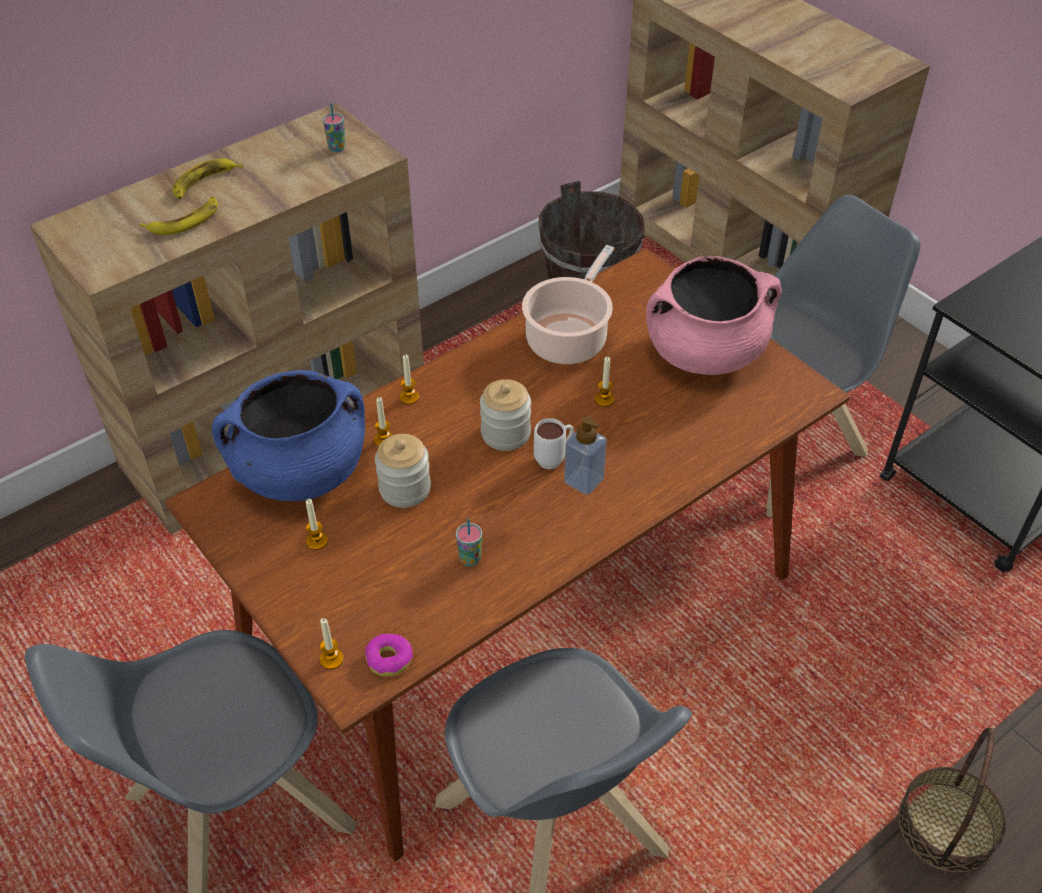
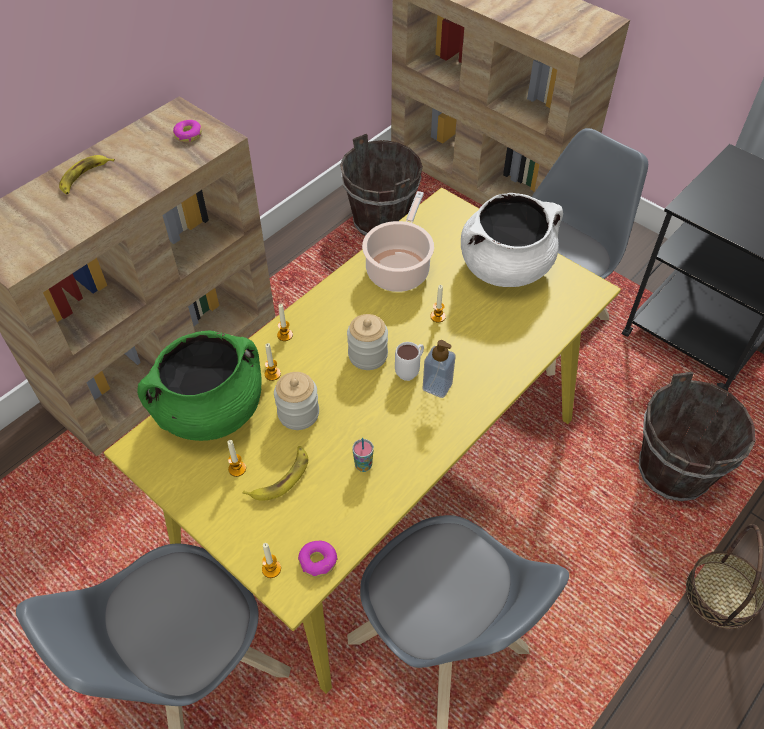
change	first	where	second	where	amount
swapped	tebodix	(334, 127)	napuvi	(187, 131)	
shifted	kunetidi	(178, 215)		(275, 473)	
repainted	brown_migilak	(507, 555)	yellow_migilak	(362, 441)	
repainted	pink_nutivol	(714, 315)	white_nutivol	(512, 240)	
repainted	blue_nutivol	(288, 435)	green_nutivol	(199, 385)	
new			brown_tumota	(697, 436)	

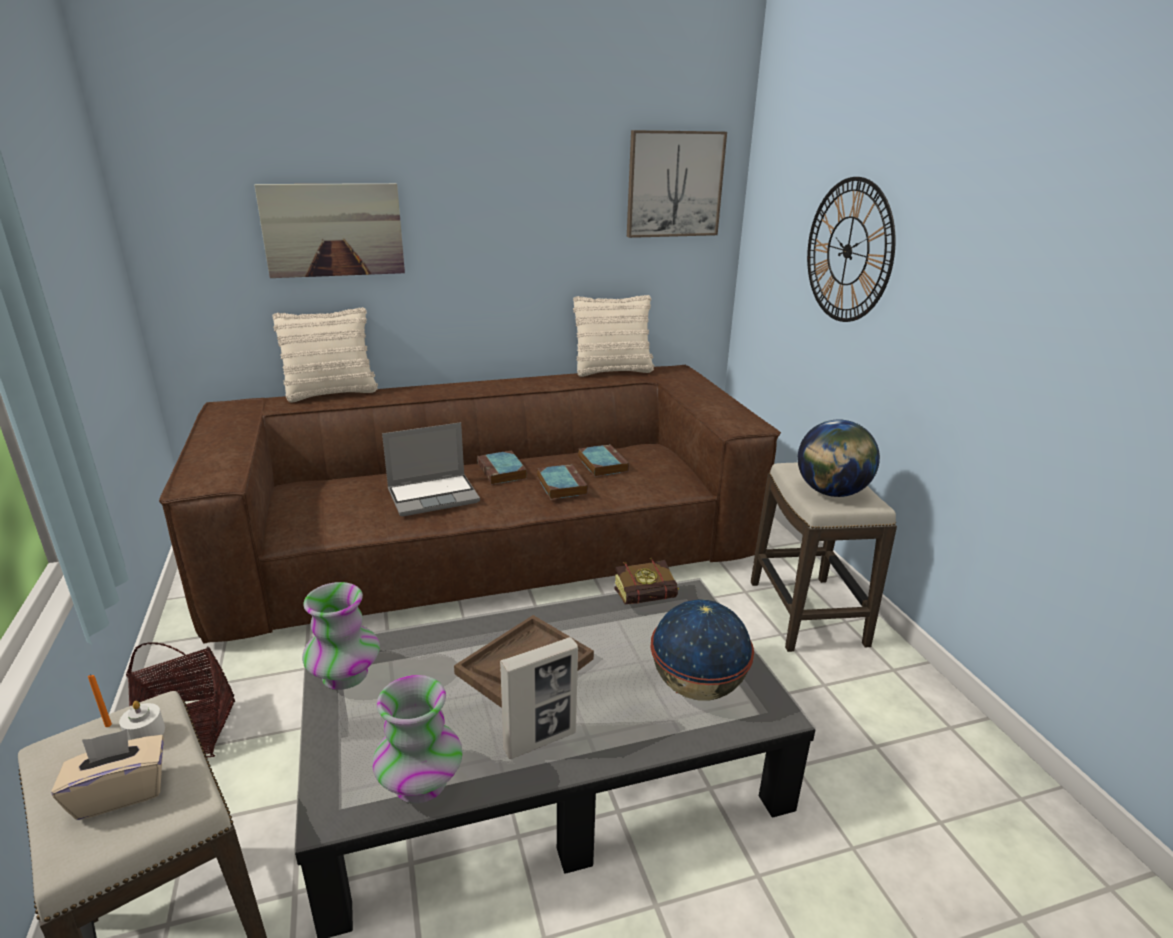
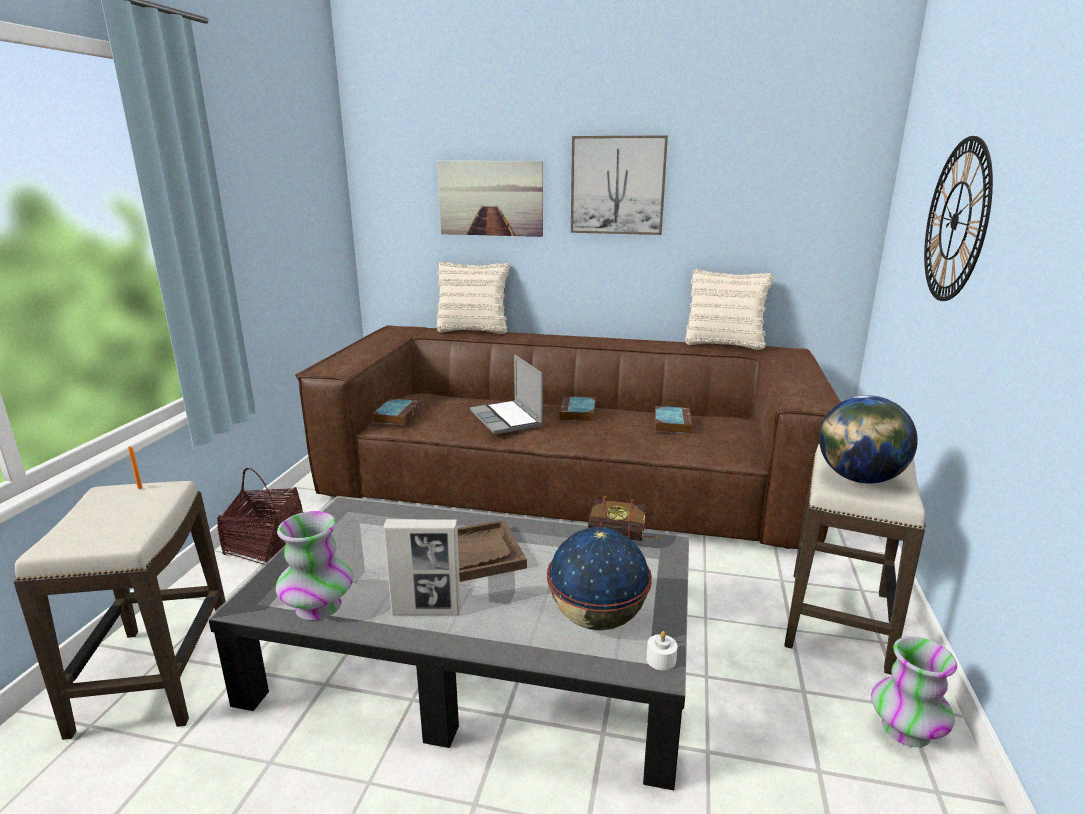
change	first	where	second	where	amount
shifted	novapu	(677, 184)		(619, 185)	
rotated	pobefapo	(431, 469)		(506, 394)	60 degrees clockwise
shifted	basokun	(562, 482)		(396, 411)	
shifted	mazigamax	(341, 636)		(914, 691)	
shifted	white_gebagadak	(142, 720)		(662, 651)	
gone	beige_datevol	(107, 774)			

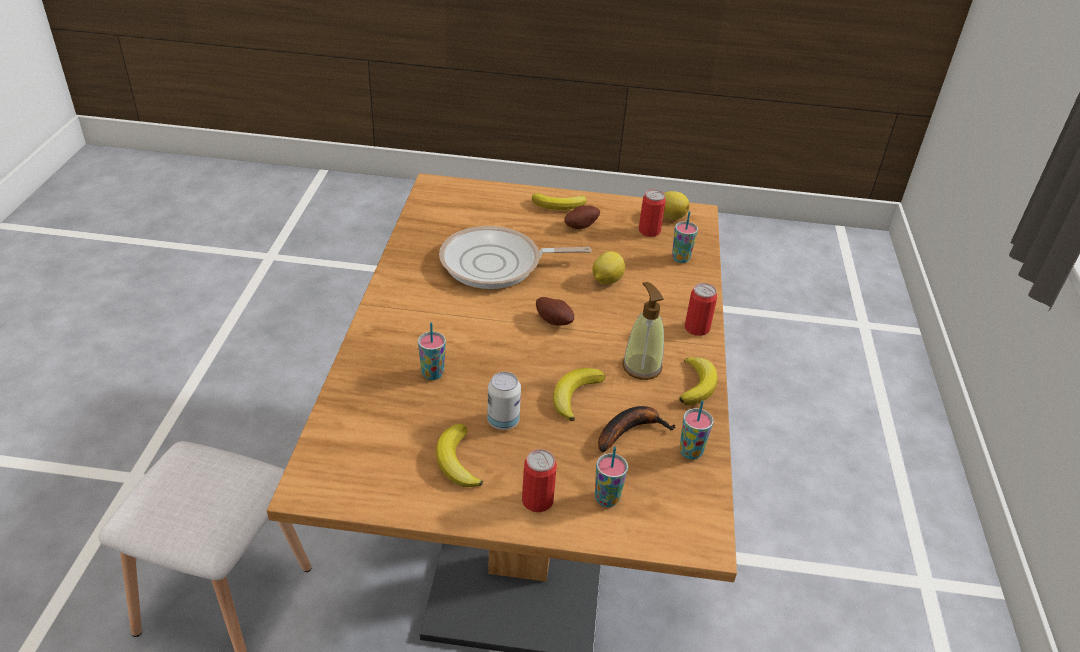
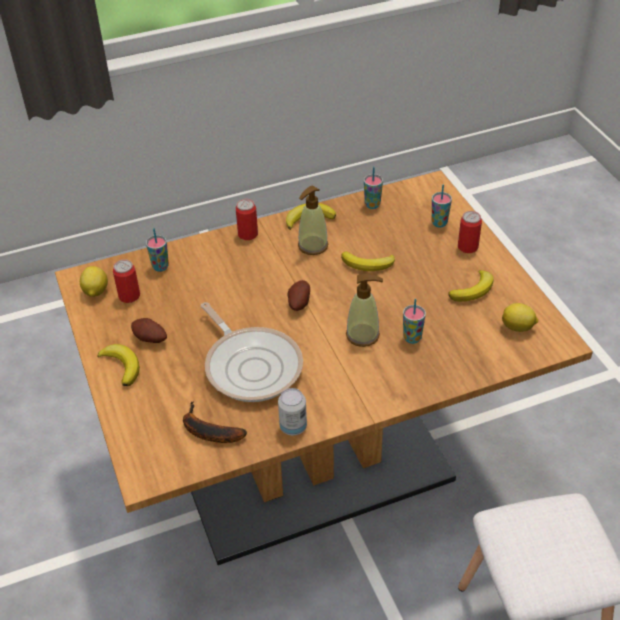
change	first	where	second	where	amount
shifted	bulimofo	(608, 268)		(520, 317)	
shifted	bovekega	(504, 401)		(292, 411)	
shifted	kunetidi	(637, 429)		(215, 422)	
new			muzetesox	(364, 310)	

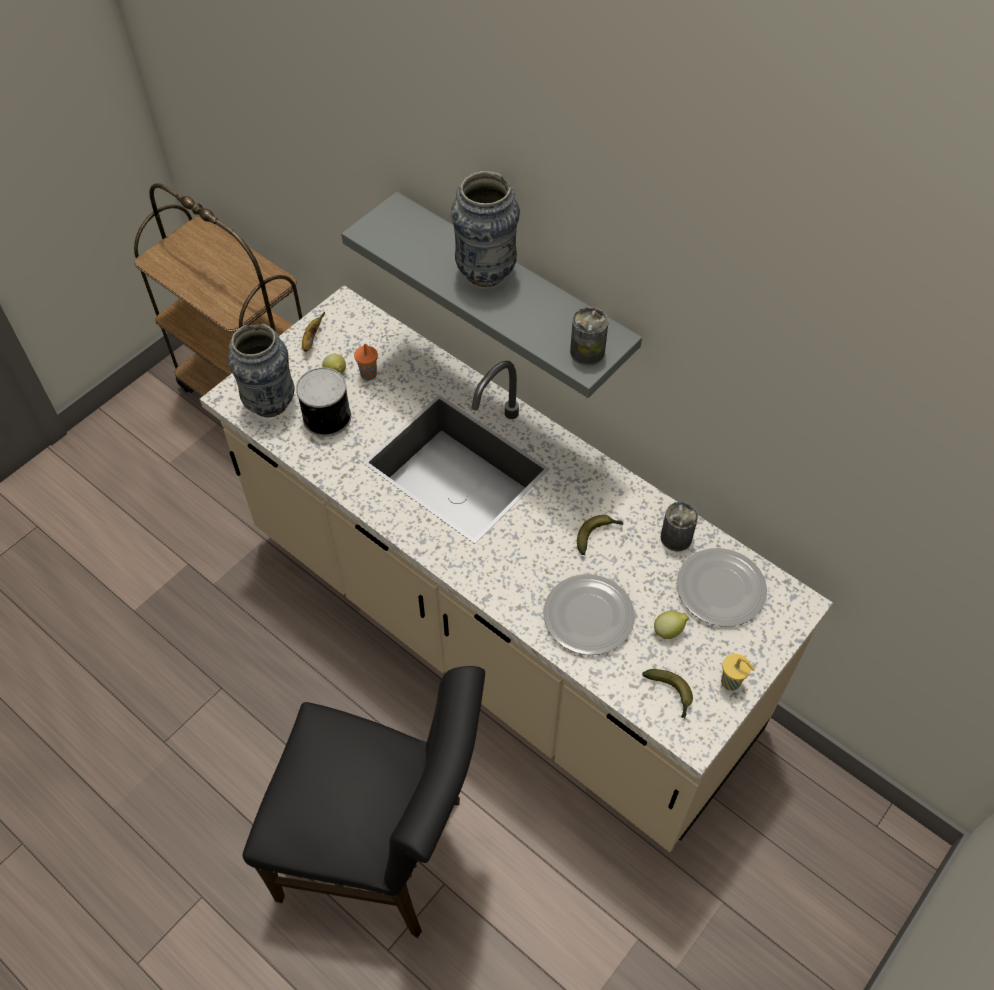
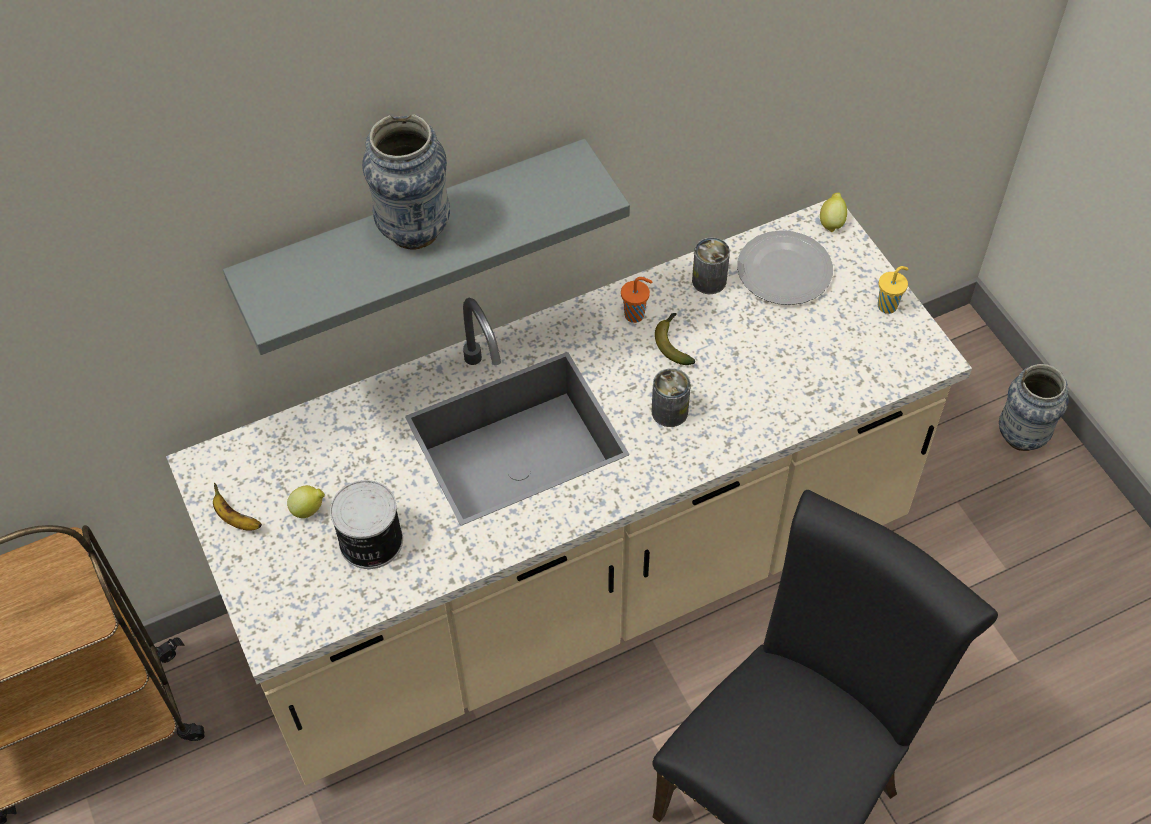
change	first	where	second	where	amount
shifted	bovekega	(589, 336)		(671, 397)	
shifted	mazigamax	(261, 370)		(1034, 407)	
shifted	orange_tebodix	(366, 362)		(636, 300)	
gone	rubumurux	(589, 614)			
shifted	bulimofo	(671, 624)		(833, 213)	
gone	kunetidi	(667, 694)			

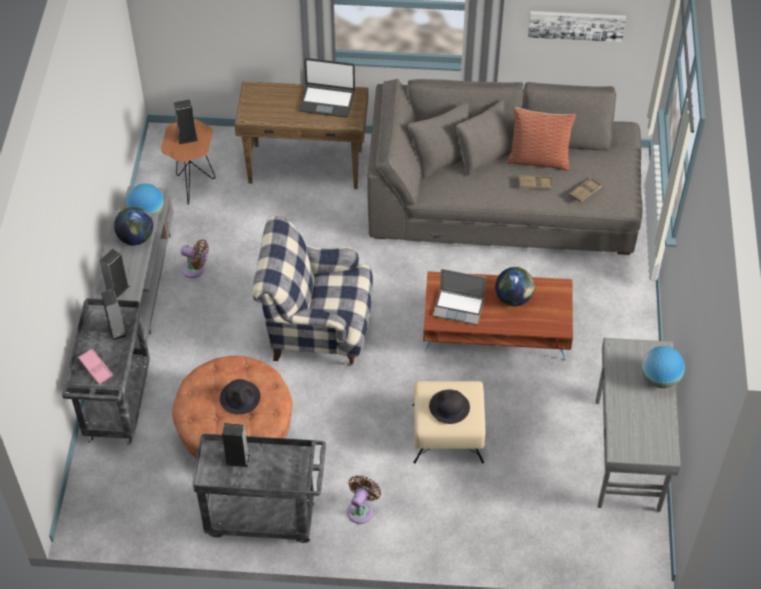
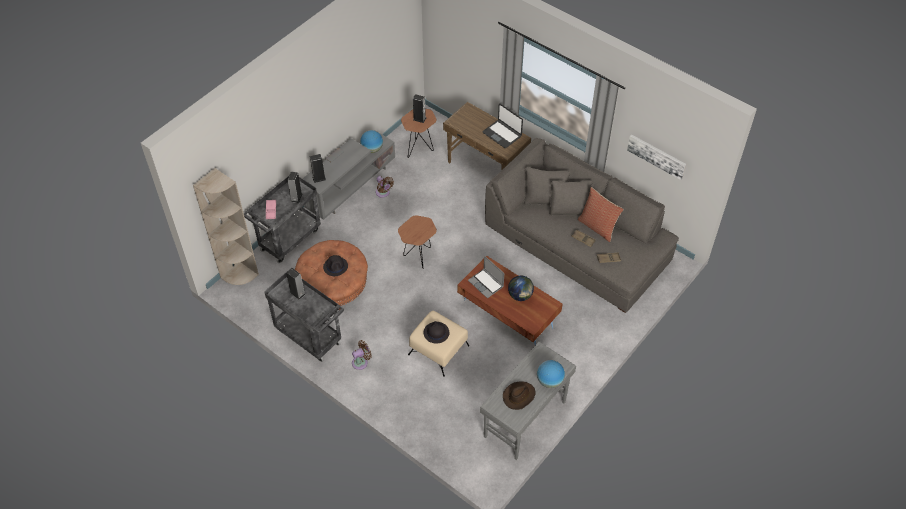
change	first	where	second	where	amount
gone	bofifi	(133, 226)			
swapped	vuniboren	(312, 291)	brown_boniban	(417, 241)	
new			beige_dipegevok	(226, 226)	
new			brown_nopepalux	(519, 395)	

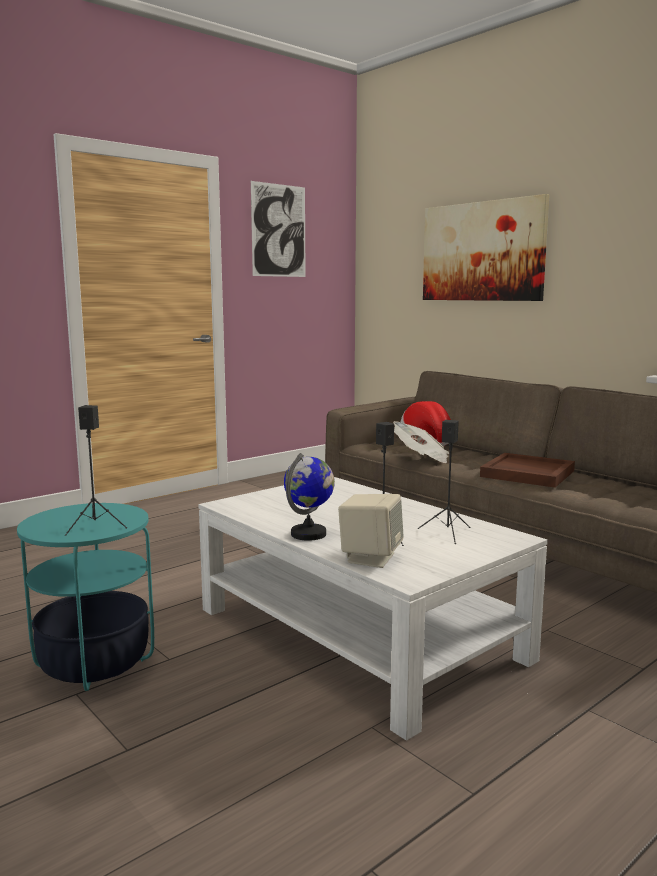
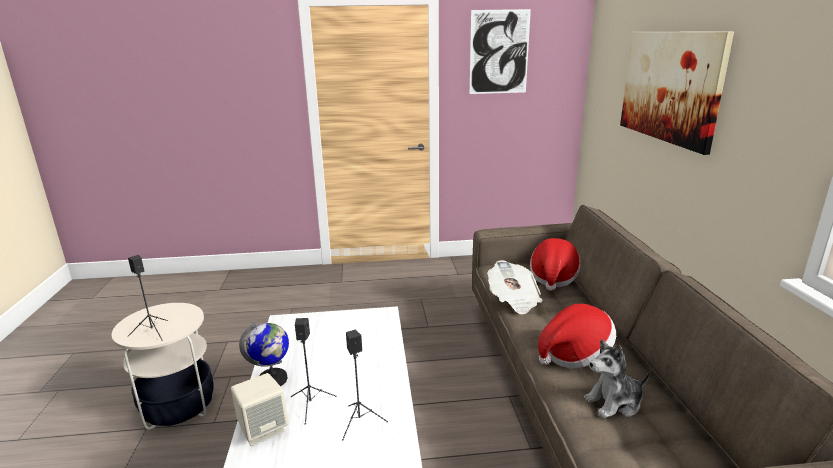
change	first	where	second	where	amount
swapped	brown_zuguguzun	(527, 470)	nopepalux	(577, 336)	
repainted	turquoise_boniban	(85, 597)	beige_boniban	(162, 366)	
new			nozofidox	(617, 378)	

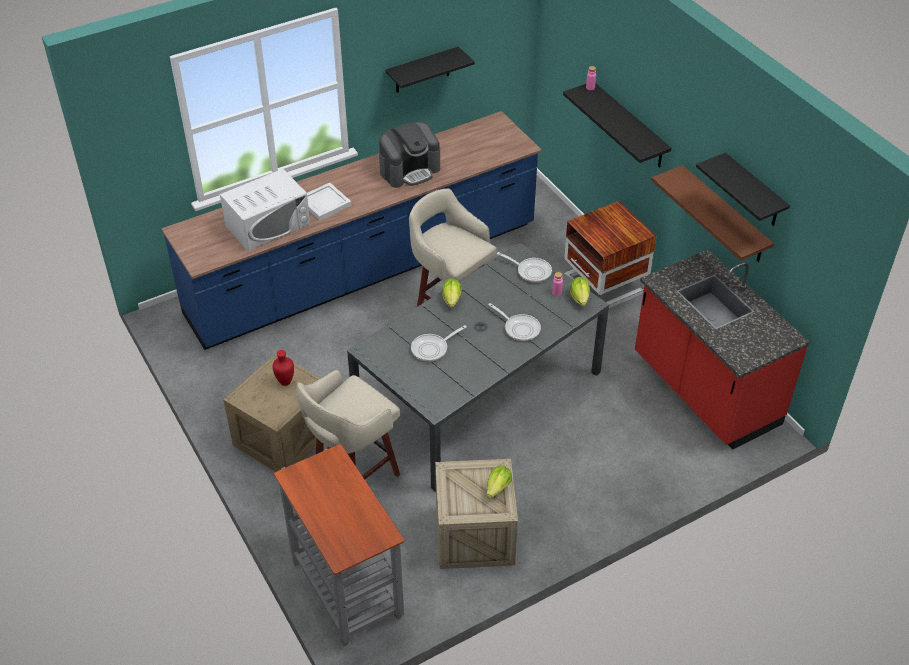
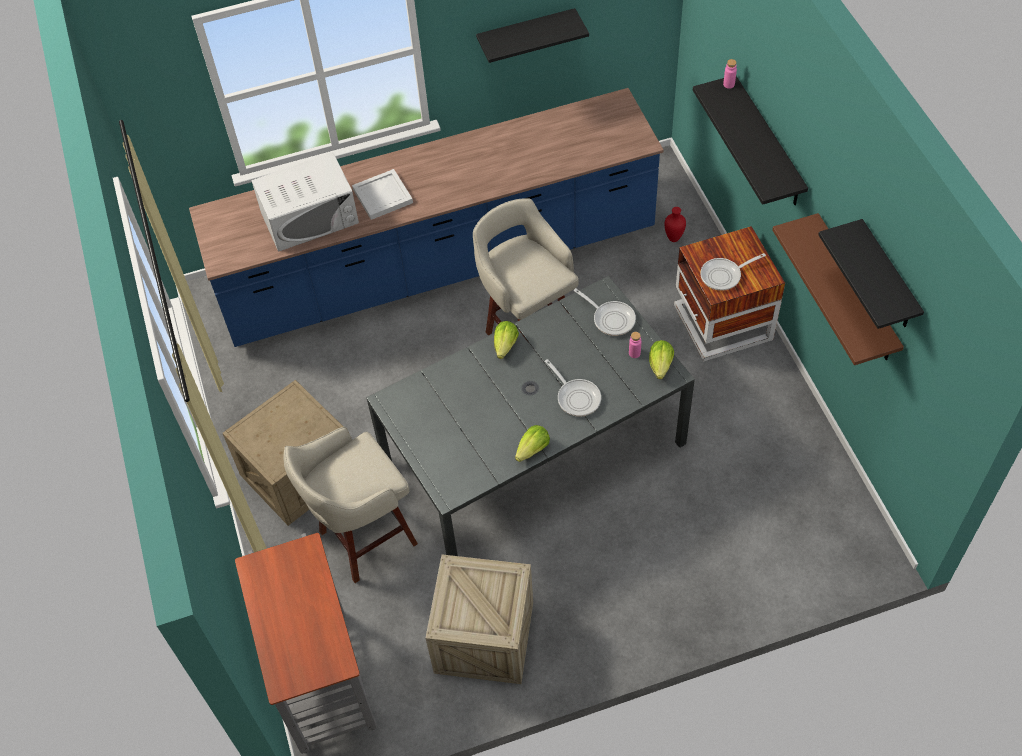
change	first	where	second	where	amount
gone	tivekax	(409, 155)			
gone	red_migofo	(722, 349)			
shifted	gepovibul	(439, 343)		(733, 272)	
shifted	red_mazigamax	(283, 368)		(675, 224)	
shifted	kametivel	(499, 482)		(532, 443)	

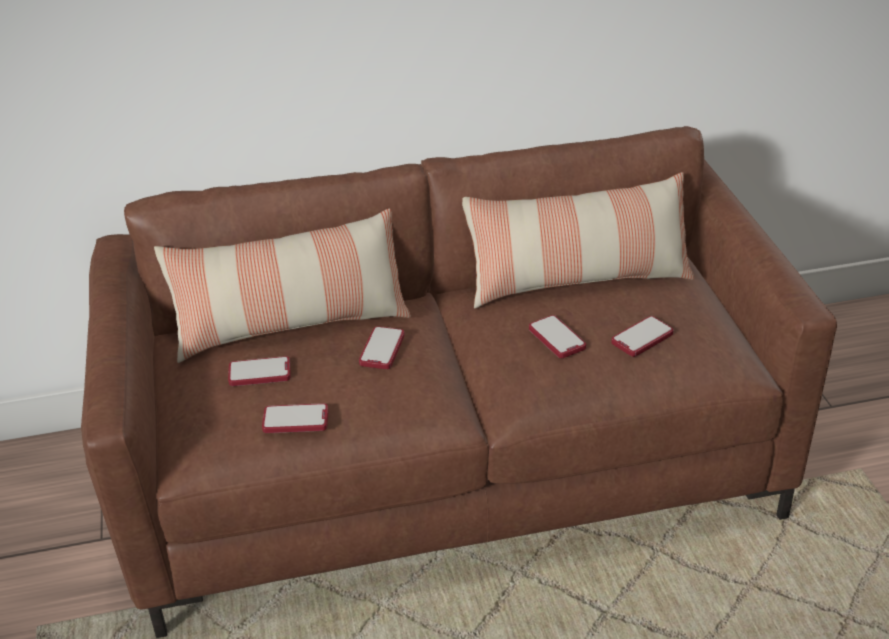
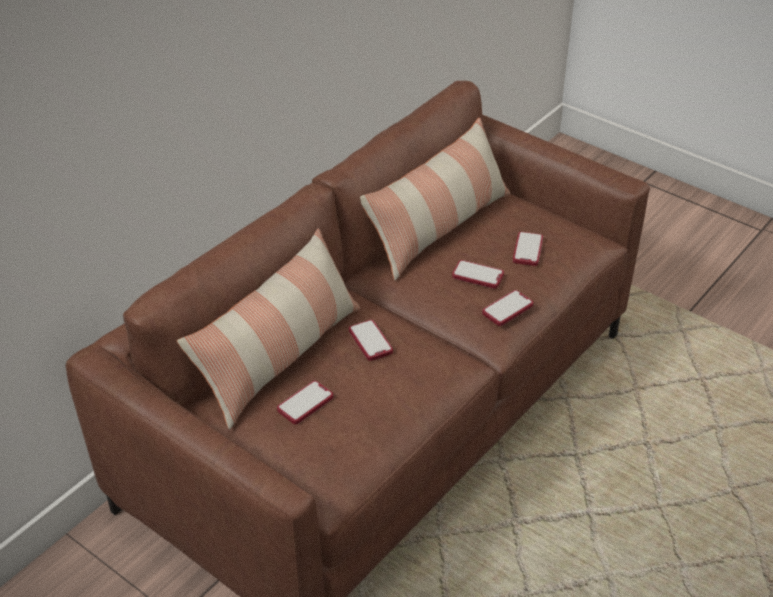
change	first	where	second	where	amount
shifted	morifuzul	(295, 418)		(507, 308)	

